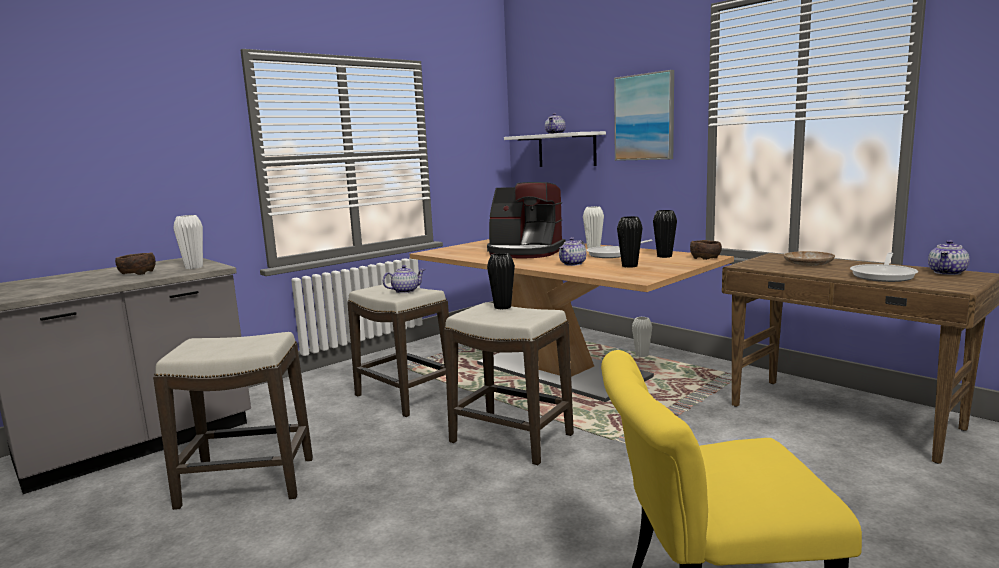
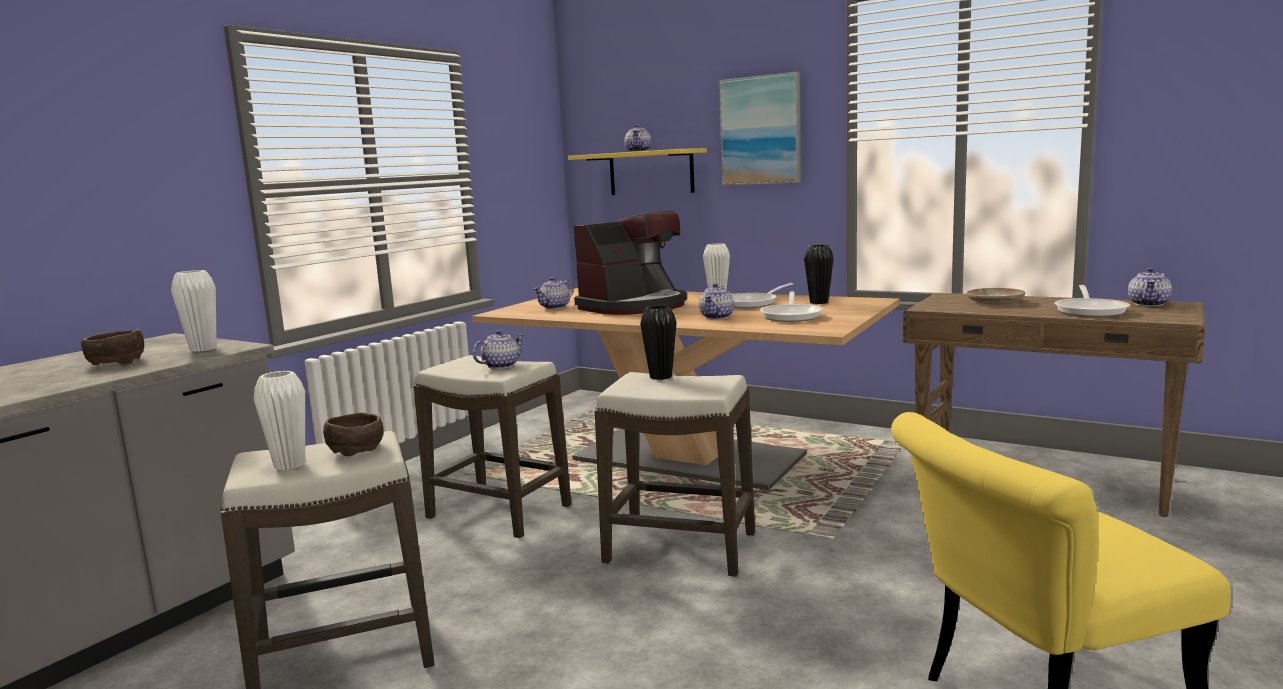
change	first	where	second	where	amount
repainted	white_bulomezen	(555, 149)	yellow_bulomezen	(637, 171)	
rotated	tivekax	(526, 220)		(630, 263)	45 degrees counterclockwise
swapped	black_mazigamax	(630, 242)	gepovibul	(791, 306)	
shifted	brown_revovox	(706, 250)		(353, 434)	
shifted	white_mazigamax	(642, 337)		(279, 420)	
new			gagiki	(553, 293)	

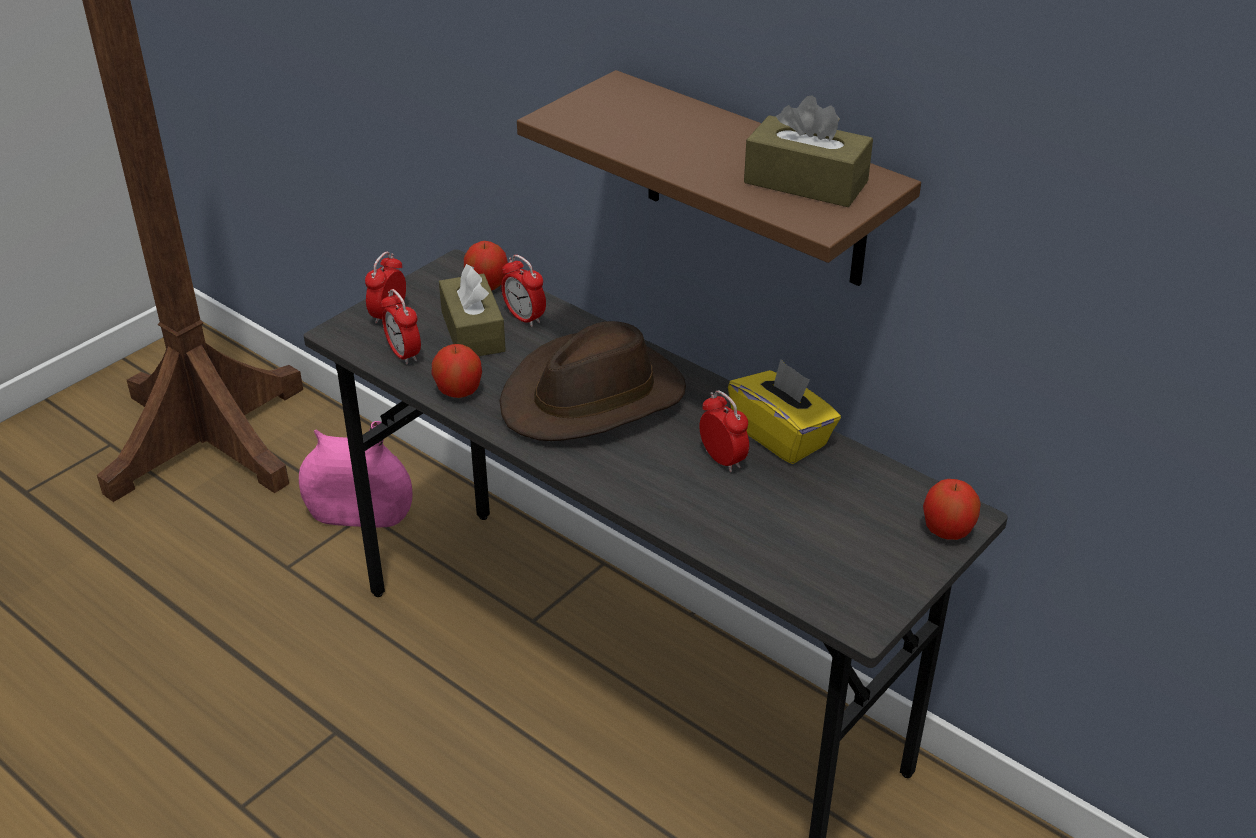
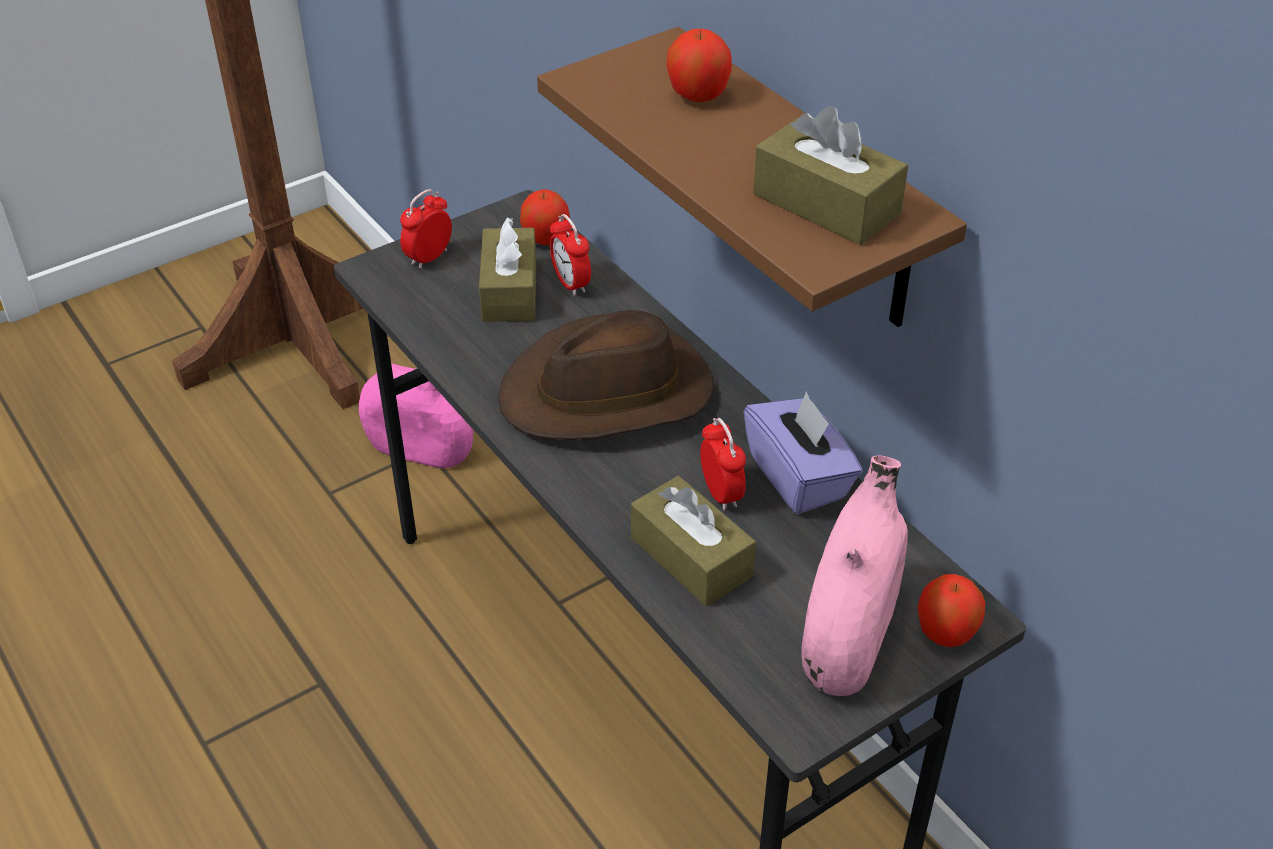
change	first	where	second	where	amount
gone	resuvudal	(401, 327)			
shifted	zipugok	(457, 371)		(698, 65)	
repainted	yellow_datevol	(784, 411)	purple_datevol	(803, 452)	
new			pink_mazigamax	(854, 575)	
new			brown_datevol	(693, 541)	

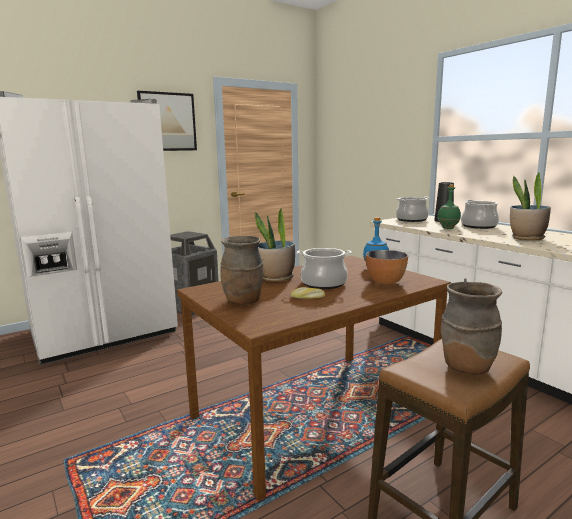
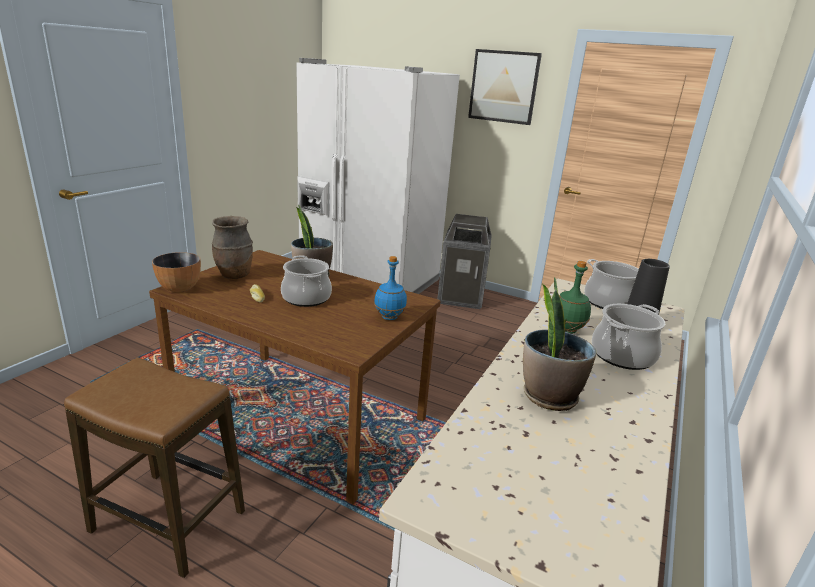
change	first	where	second	where	amount
shifted	revovox	(387, 267)		(176, 272)	
gone	brown_mazigamax	(471, 328)			

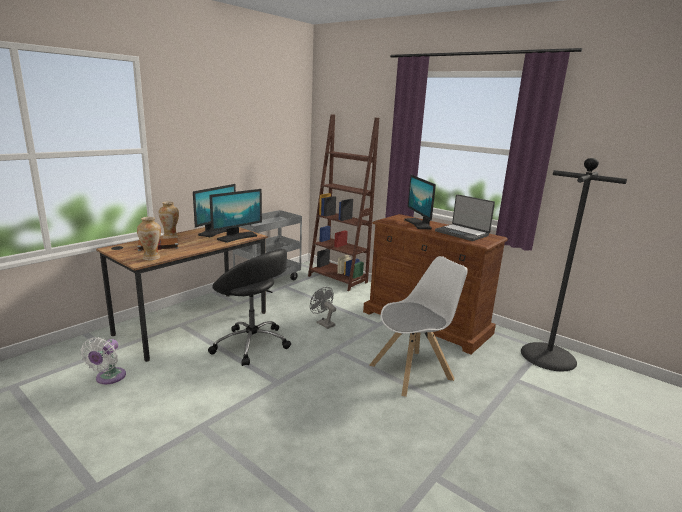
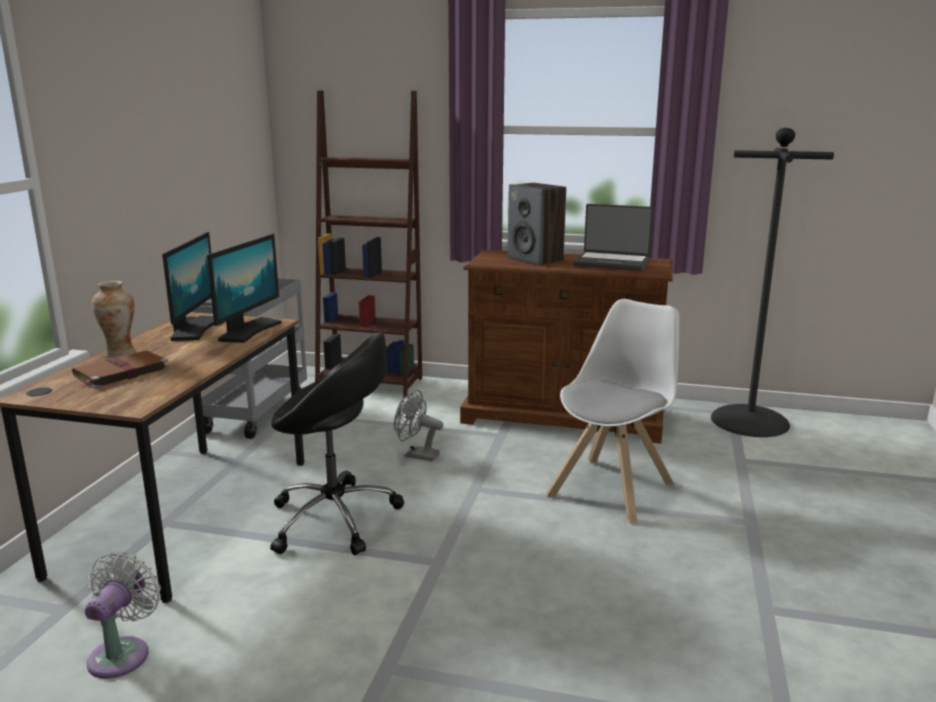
change	first	where	second	where	amount
swapped	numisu	(420, 202)	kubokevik	(537, 224)	
gone	mazigamax	(149, 238)			
rotated	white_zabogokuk	(103, 360)		(123, 615)	150 degrees counterclockwise

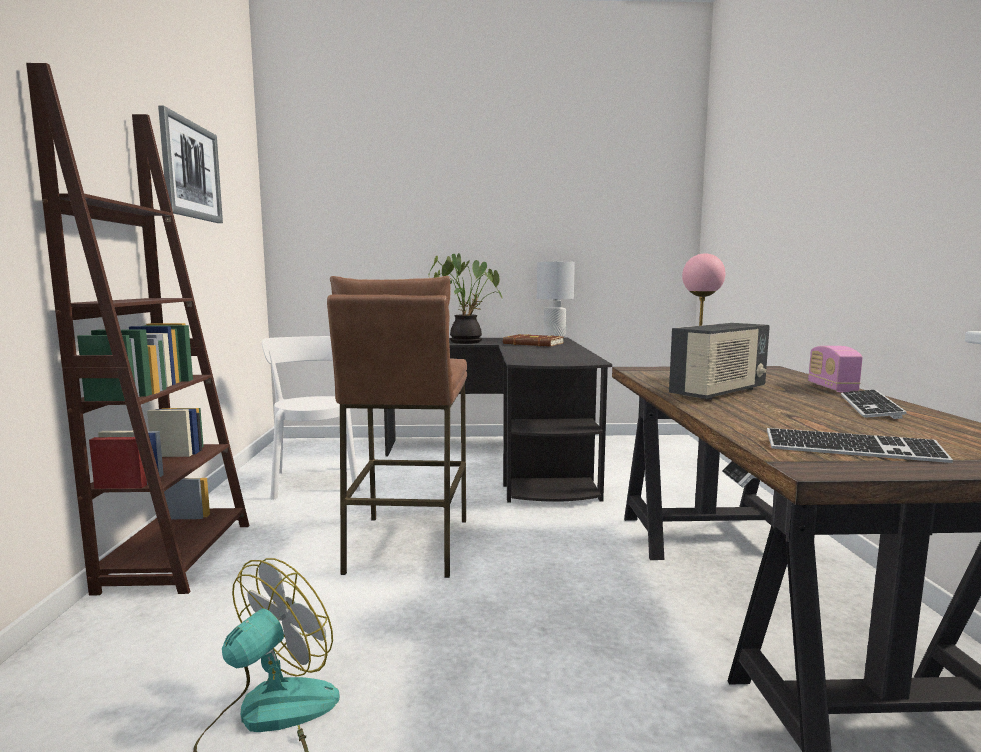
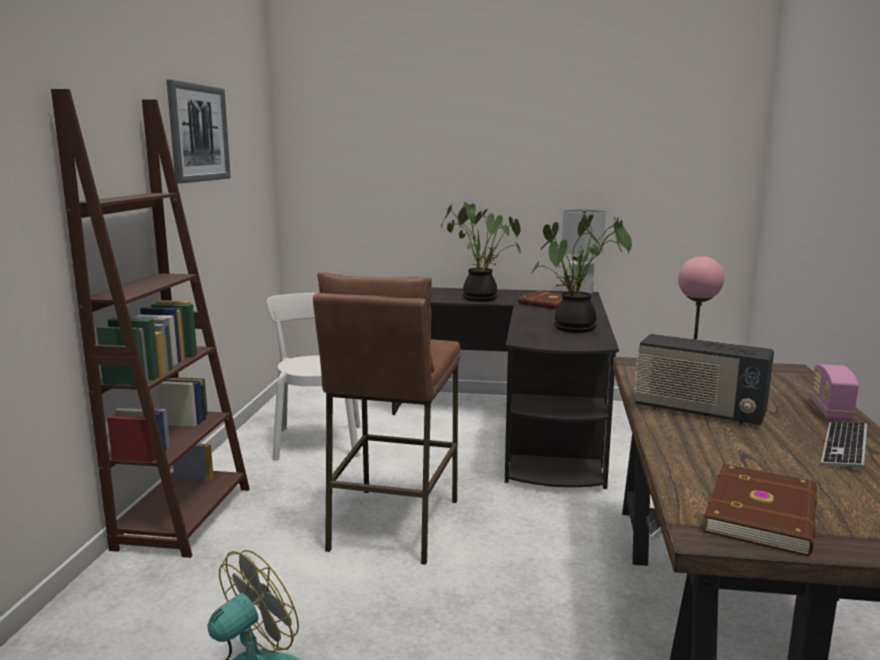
change	first	where	second	where	amount
rotated	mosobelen	(719, 361)		(704, 379)	60 degrees clockwise
swapped	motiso	(860, 445)	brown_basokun	(760, 510)	
new			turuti	(581, 273)	

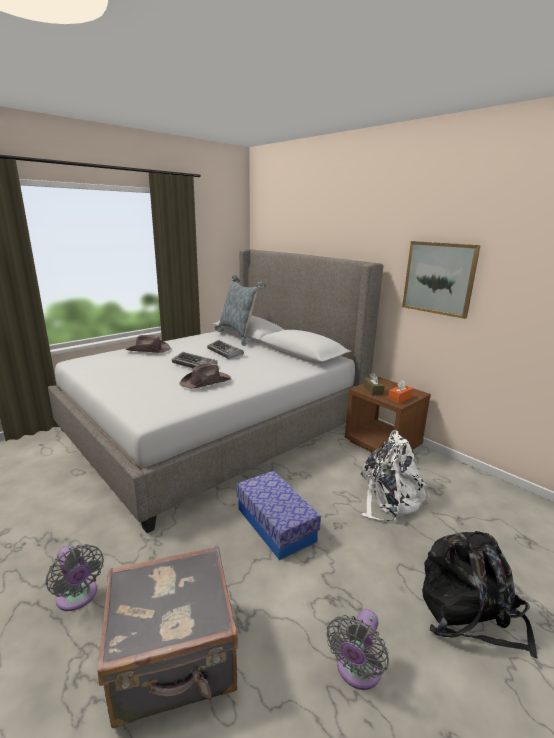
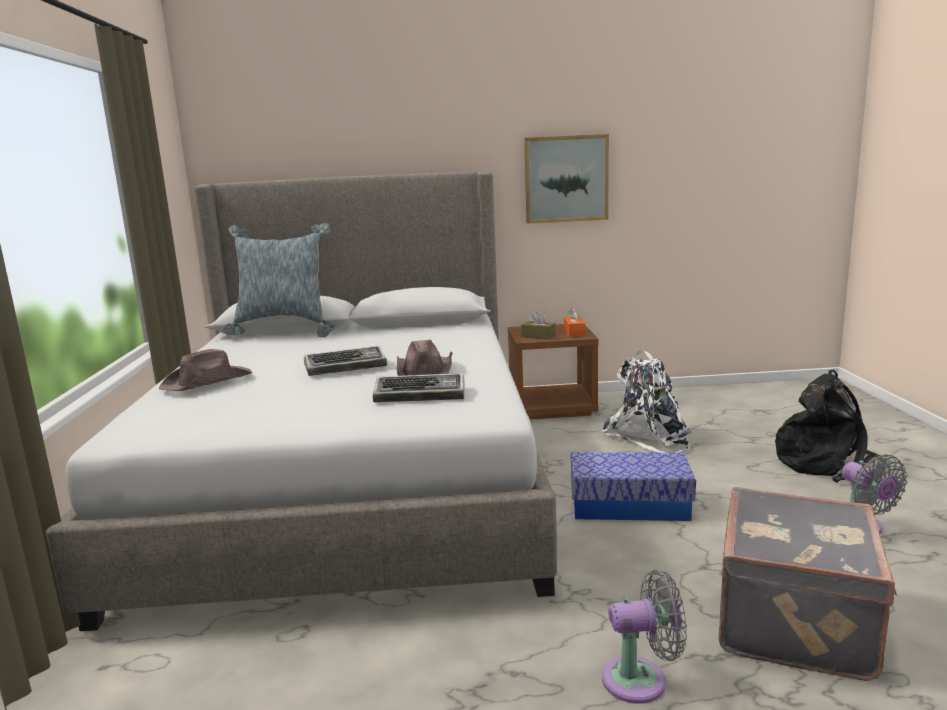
change	first	where	second	where	amount
shifted	motiso	(225, 349)		(418, 388)	

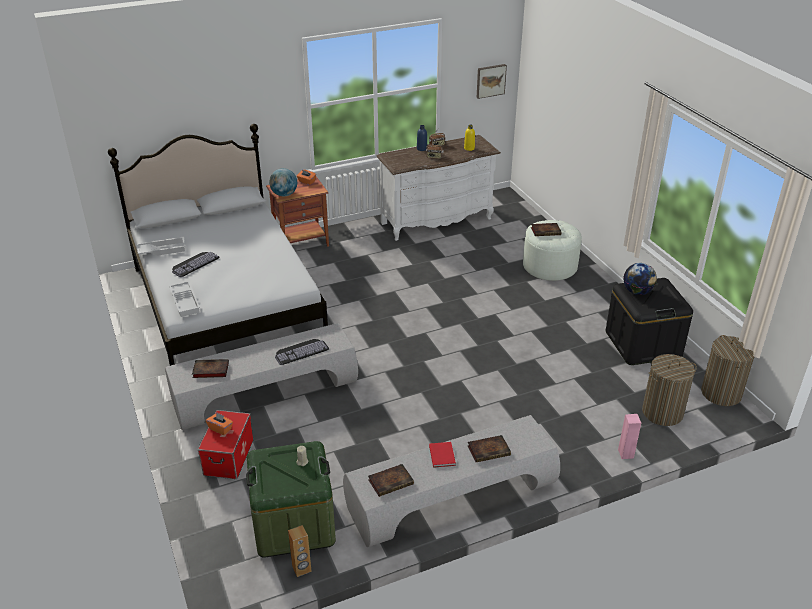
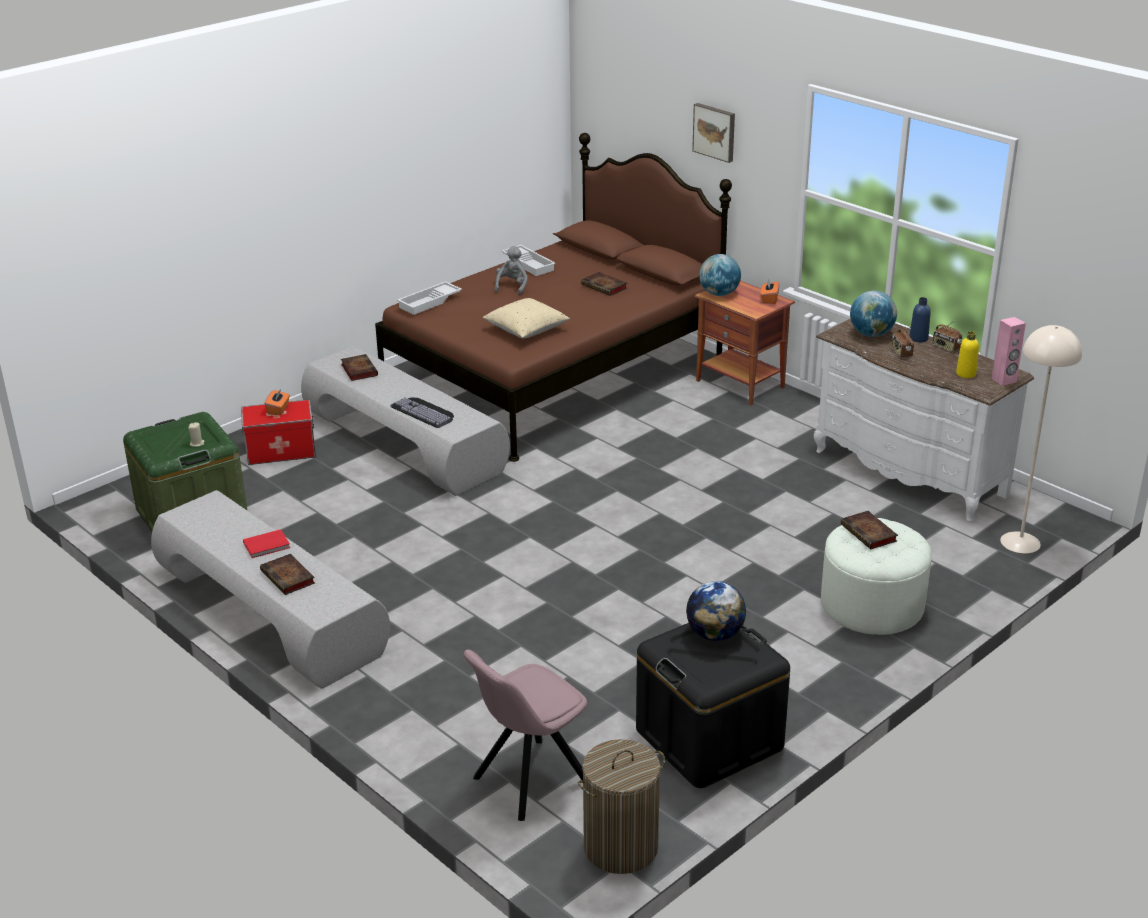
change	first	where	second	where	amount
shifted	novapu	(492, 81)		(713, 133)	
repainted	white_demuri	(218, 245)	brown_demuri	(553, 297)	
swapped	motiso	(196, 264)	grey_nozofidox	(511, 270)	
swapped	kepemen	(669, 390)	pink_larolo	(525, 735)	
shifted	pink_kubokevik	(629, 436)		(1009, 351)	
shifted	basokun	(391, 480)		(604, 284)	
gone	brown_kubokevik	(300, 551)			
new			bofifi	(873, 313)	
new			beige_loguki	(526, 318)	
new			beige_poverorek	(1041, 439)	

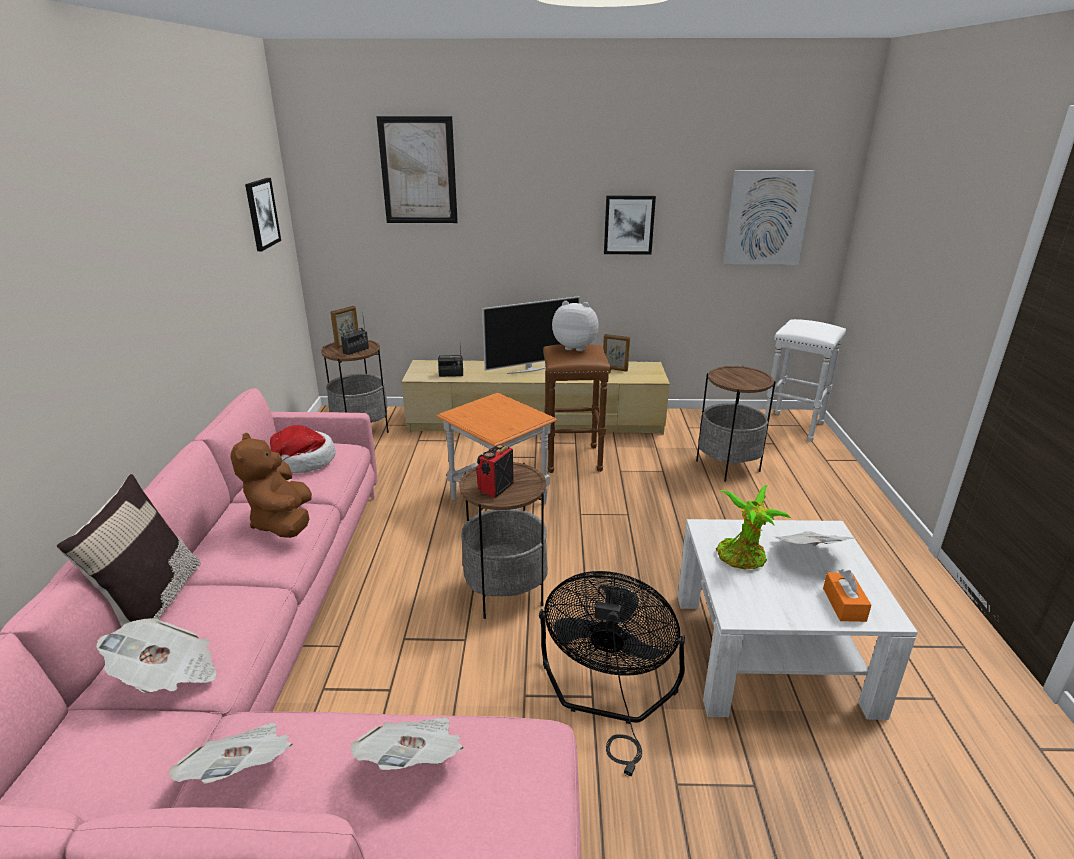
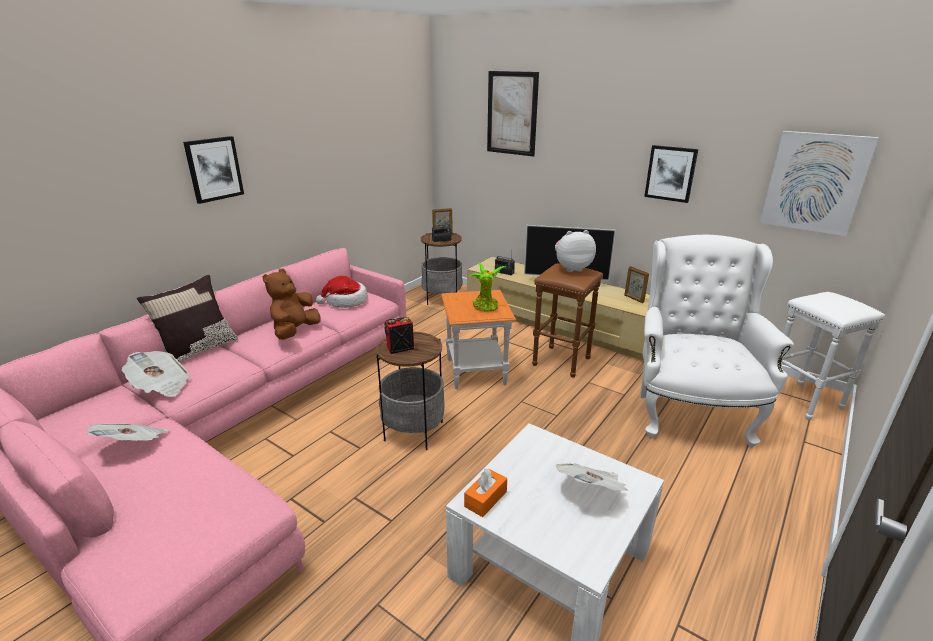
change	first	where	second	where	amount
shifted	novapu	(263, 214)		(213, 170)	
rotated	nozofidox	(575, 326)		(575, 251)	60 degrees counterclockwise
swapped	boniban	(736, 424)	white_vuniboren	(717, 341)	
shifted	turuti	(753, 527)		(487, 287)	
shifted	orange_datevol	(847, 595)		(485, 492)	
gone	black_zabogokuk	(612, 673)			
gone	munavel	(406, 743)			

